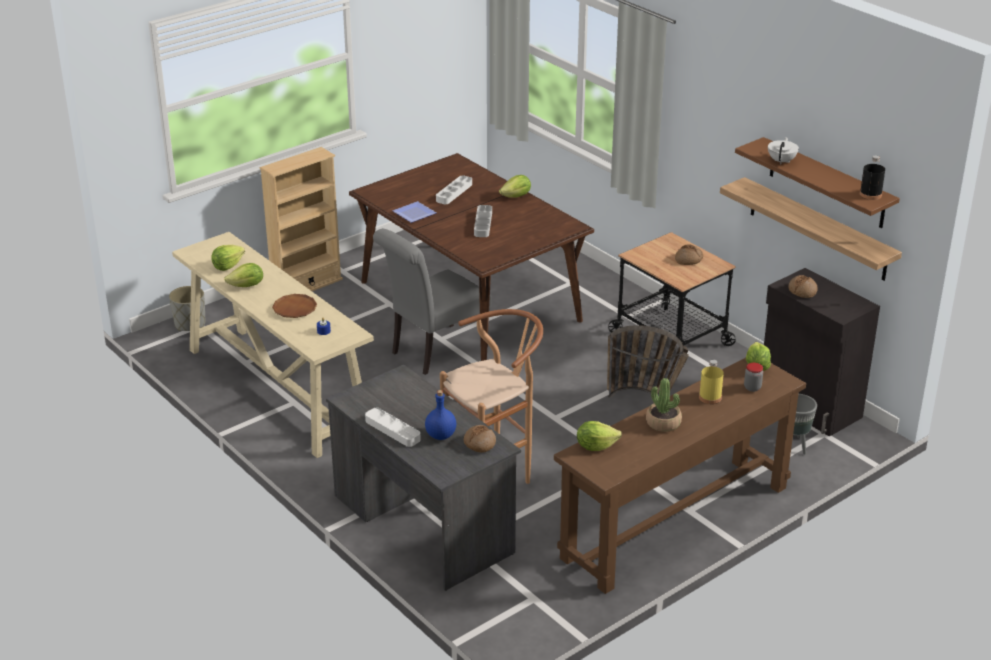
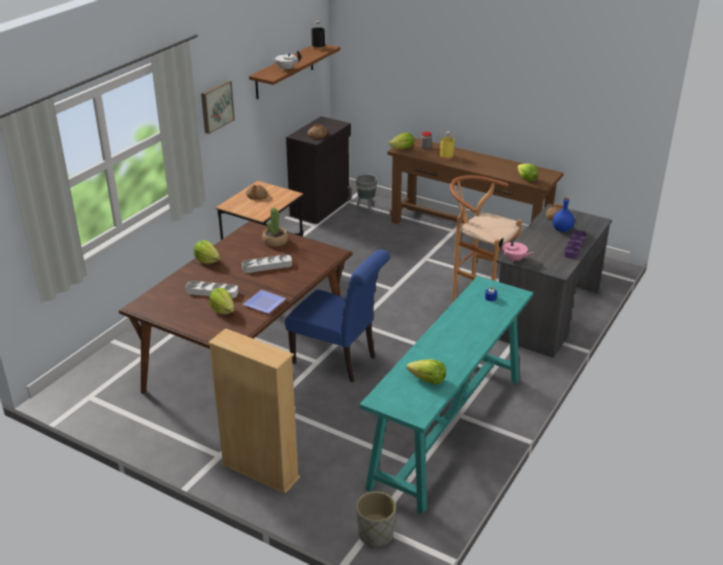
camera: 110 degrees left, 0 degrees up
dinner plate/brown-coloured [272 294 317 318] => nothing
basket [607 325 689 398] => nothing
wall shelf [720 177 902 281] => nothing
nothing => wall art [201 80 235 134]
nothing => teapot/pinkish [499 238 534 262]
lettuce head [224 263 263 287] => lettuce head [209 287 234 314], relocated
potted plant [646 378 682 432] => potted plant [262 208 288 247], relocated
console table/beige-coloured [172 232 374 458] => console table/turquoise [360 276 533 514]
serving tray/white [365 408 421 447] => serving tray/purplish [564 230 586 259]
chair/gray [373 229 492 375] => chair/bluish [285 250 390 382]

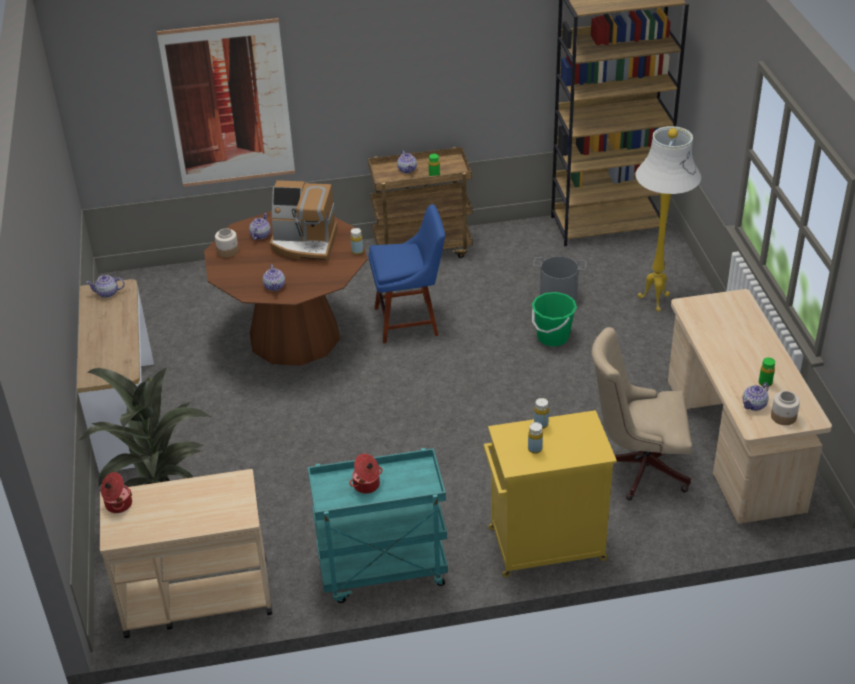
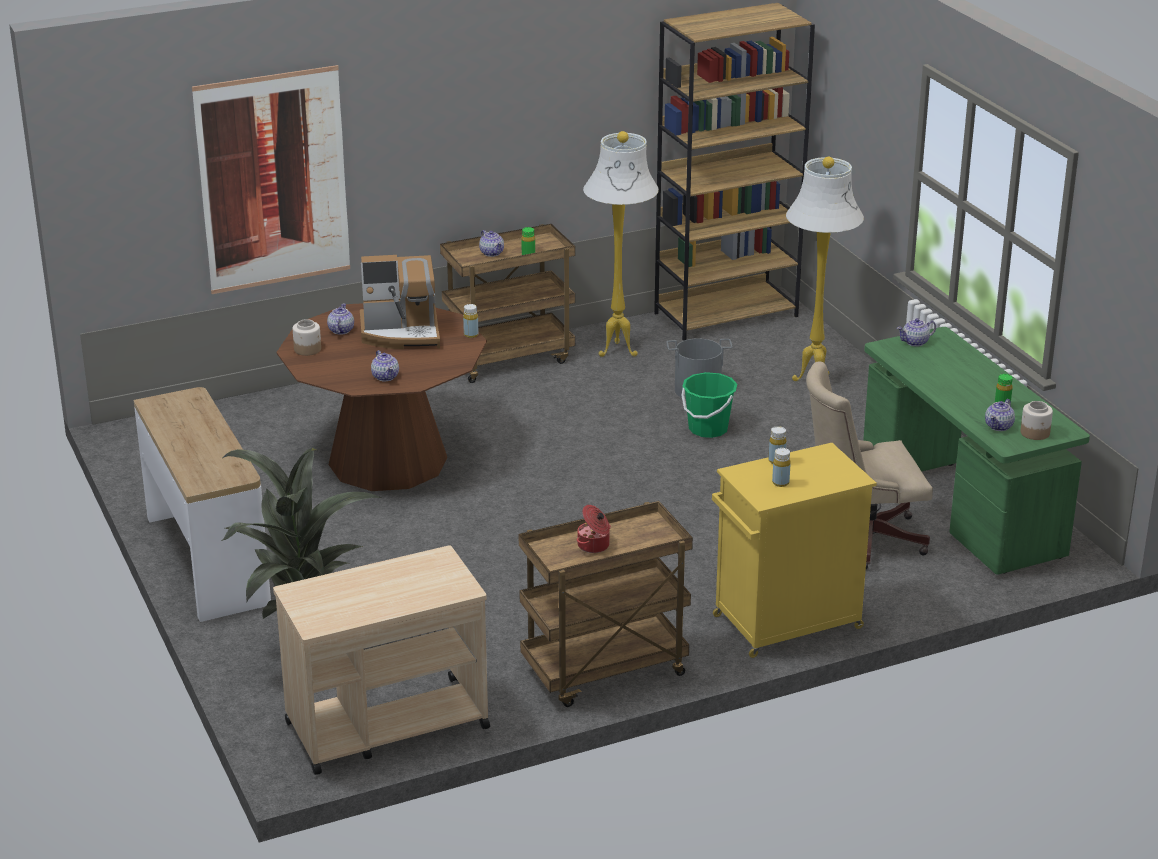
camera: 15 degrees left, 10 degrees down
stockpot [101 472 132 513] => nothing
chair/bluish [368 204 445 343] => nothing
nothing => standard lamp/white [583 131 659 357]
teapot [86 275 125 298] => teapot [897 318 936 347], relocated
wheeled cart/turquoise [308 448 448 603] => wheeled cart/brown-coloured [519 501 693 707]
desk table/beige-coloured [668 289 832 524] => desk table/green [863 327 1090 575]

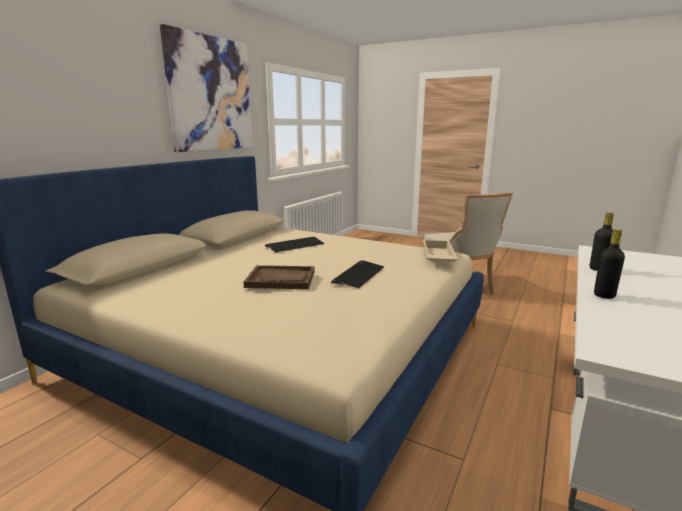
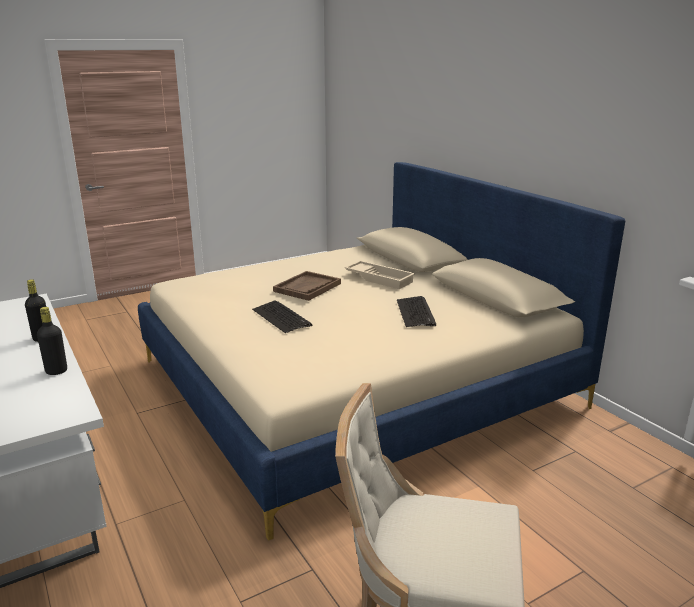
camera: 120 degrees right, 5 degrees up
wall art [160 24 253 152] => nothing
serving tray/beige-coloured [423 240 458 262] => serving tray/beige-coloured [344 260 415 289], relocated

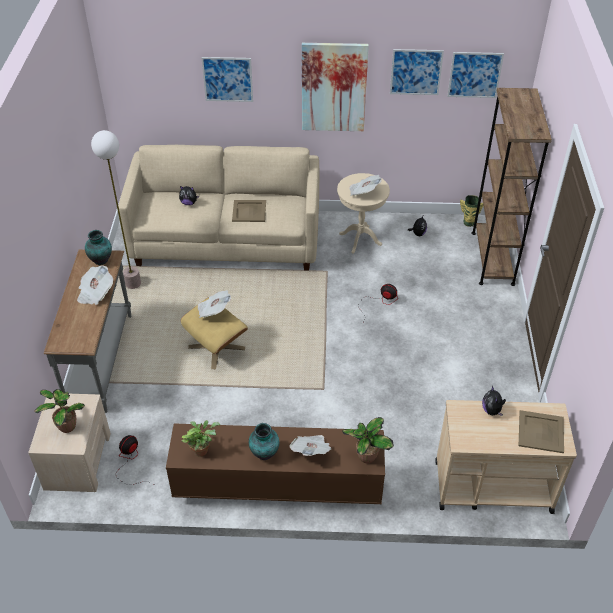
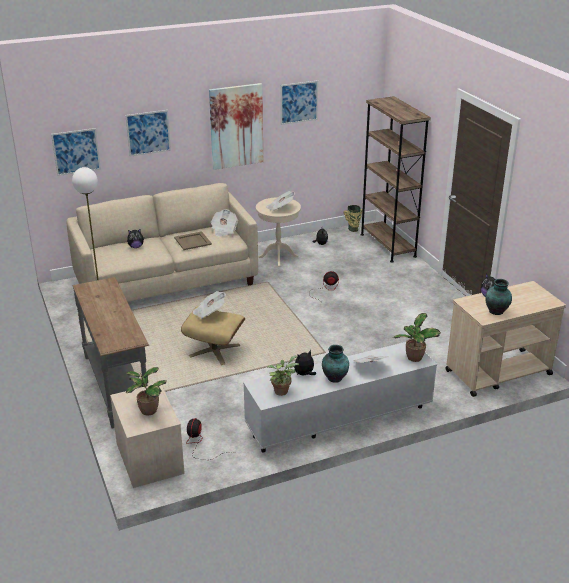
camera: 25 degrees left, 15 degrees down
serving tray/beige-coloured [519 410 564 453] => nothing
nothing => soft toy [294 350 316 375]
printed paper [77 265 113 305] => printed paper [211 209 238 237], relocated
decorative vase [85 230 112 265] => decorative vase [485 279 512 315], relocated
wall art [447 52 504 98] => wall art [51 128 101 176], relocated
tv unit/brown-coloured [166 423 385 504] => tv unit/white [243 342 437 453]

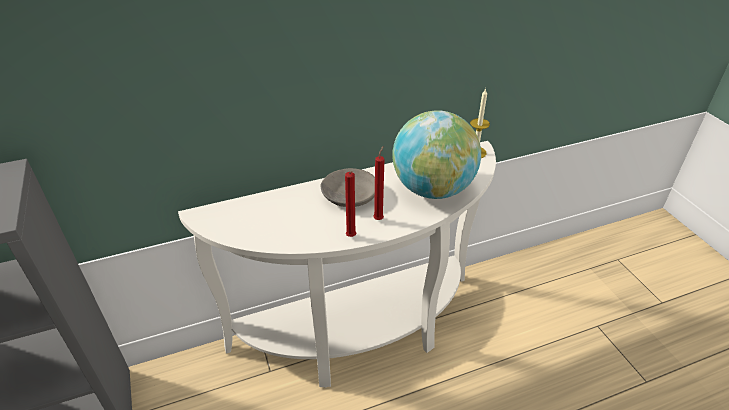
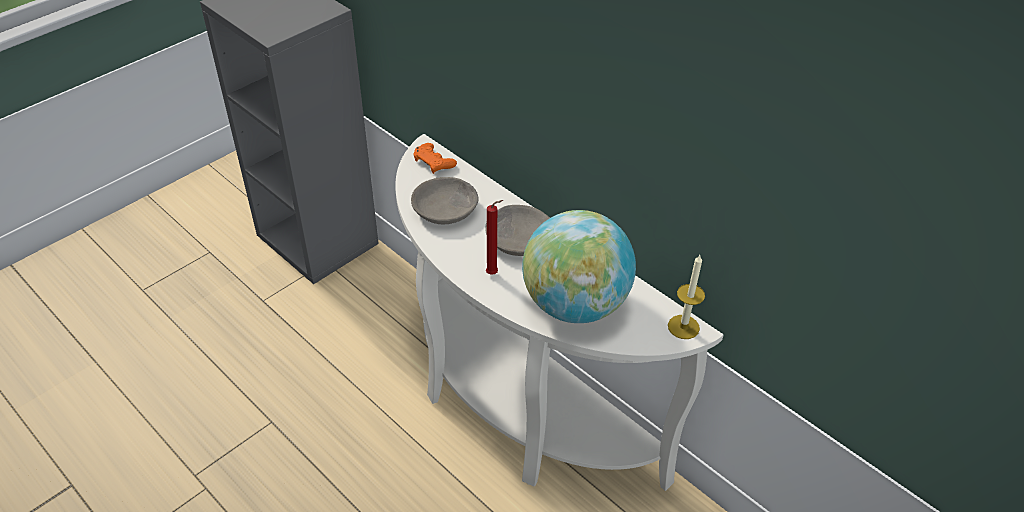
camera: 65 degrees right, 5 degrees up
candle/red [345 171 356 237] => nothing
nothing => serving bowl/gray [411 177 479 224]
nothing => joypad/orangey [413 143 457 174]

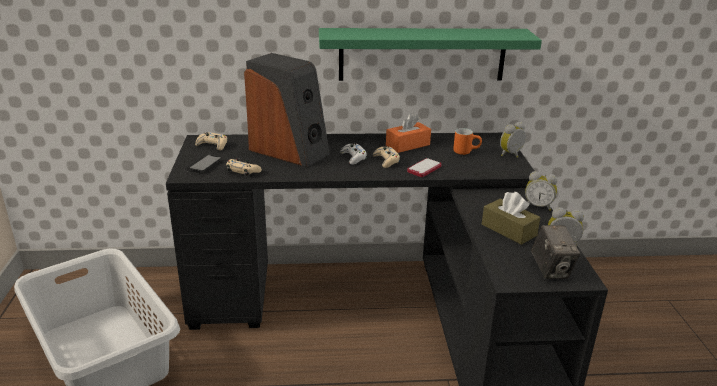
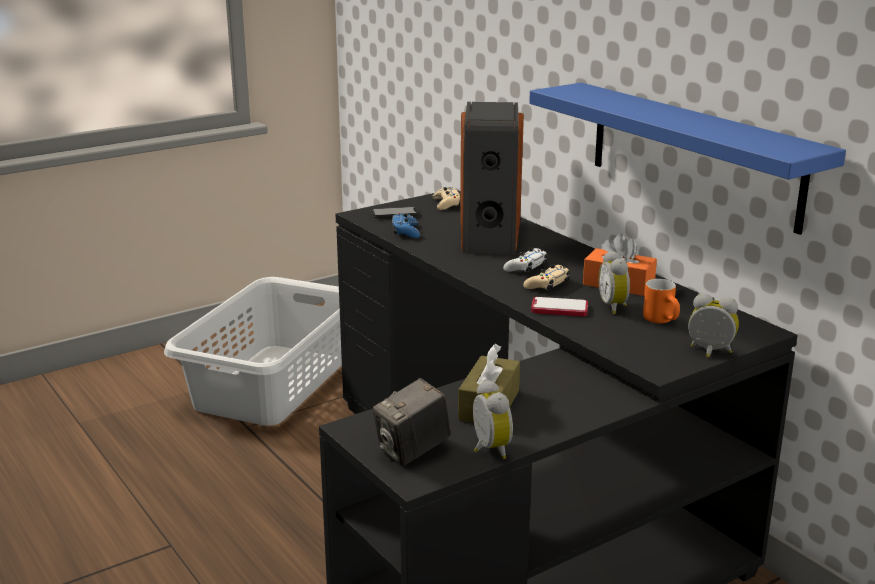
camera: 60 degrees right, 5 degrees down
alarm clock [525 171 557 211] => alarm clock [599 250 630 314], relocated
joypad/beige-coloured [226 158 262 176] => joypad/bluish [392 213 420 238]
wall shelf/green [319 28 542 81] => wall shelf/bluish [529 83 846 235]

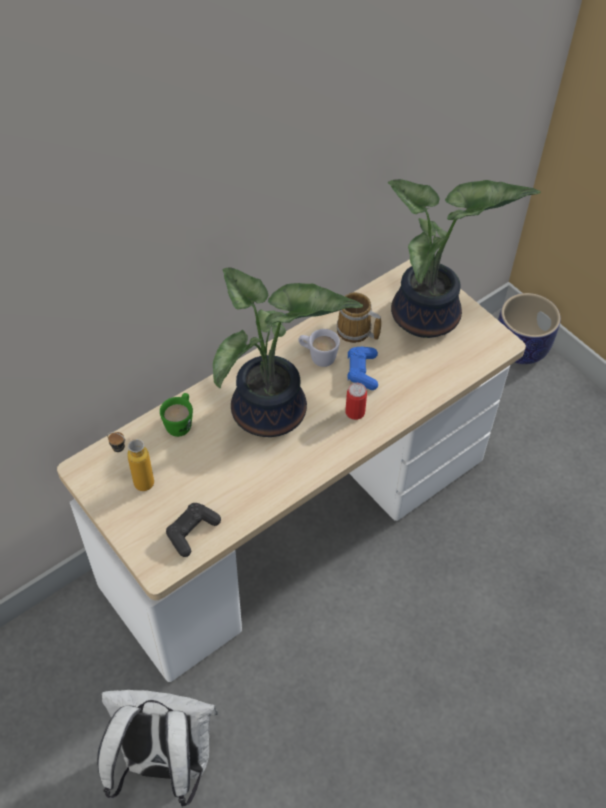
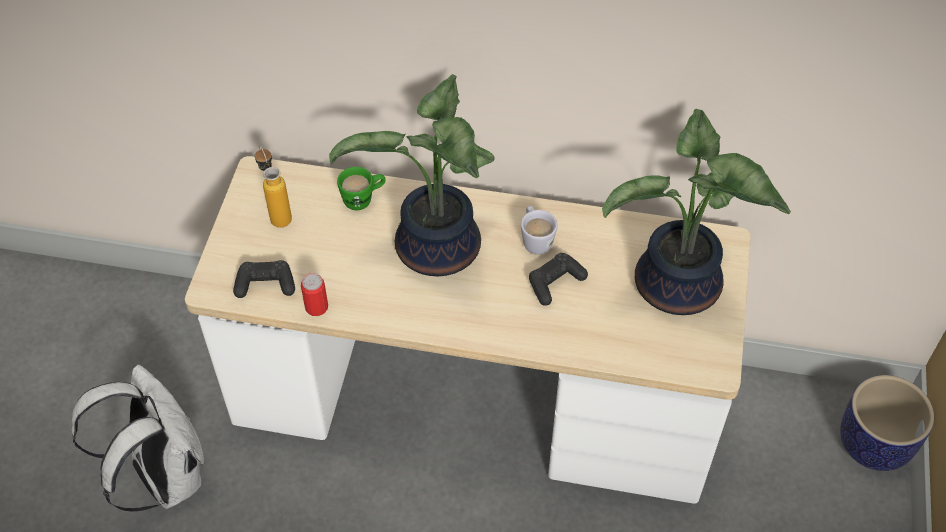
camera: 50 degrees right, 0 degrees up
coffee mug [337 292 381 343] => nothing
sealed can [345 383 367 420] => sealed can [301 273 328 316], relocated
joypad/bluish [348 347 378 390] => joypad/black [529 253 588 306]

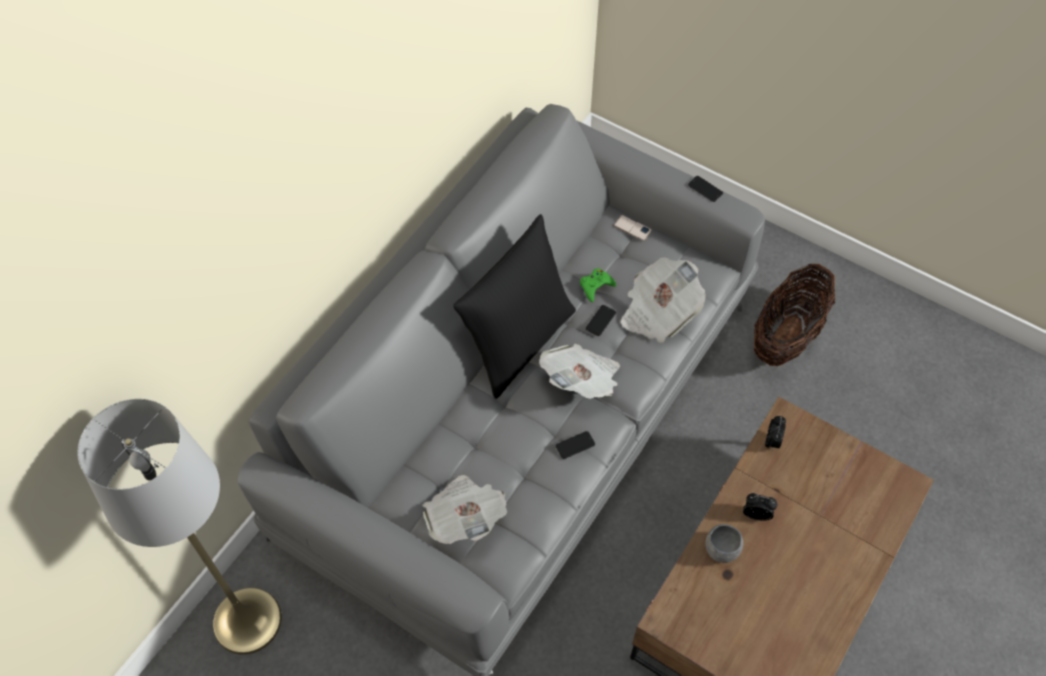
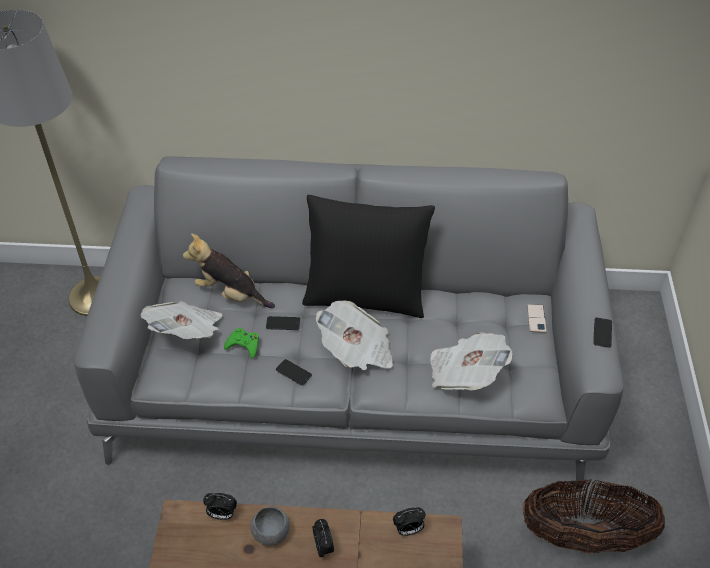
camera: 60 degrees right, 10 degrees down
nothing => soft toy [183 234 275 308]
nothing => alarm clock [203 493 237 520]
joypad/green [580 268 616 302] => joypad/green [224 328 259 358], relocated
handset [586 305 616 336] => handset [266 316 300 330], relocated

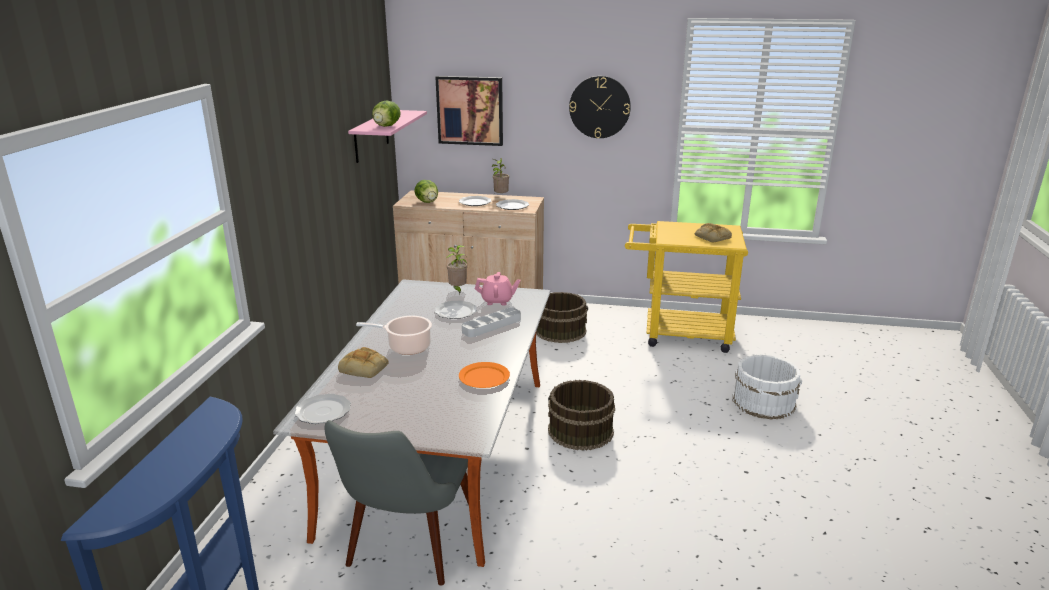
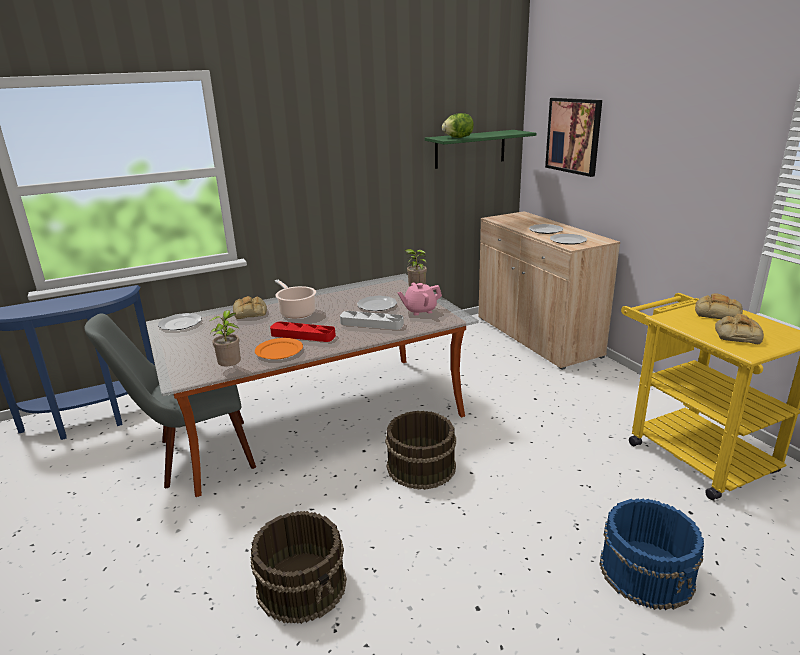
camera: 55 degrees right, 0 degrees up
lettuce head [414 180 438 203] => nothing
hanging clock [569 76 631 138] => nothing
nothing => serving tray/red [270 322 336 342]
nothing => baked bread [695 293 743 319]
potted plant [492 158 509 195] => potted plant [210 310 241 366], relocated
bucket/brown-coloured [536 292 588 343] => bucket/brown-coloured [250 511 347 624], relocated
wall shelf/pinkish [348 110 427 163] => wall shelf/green [425 130 536 169]
bucket/white [732 355 802 420] => bucket/bluish [599 498 704 610]
teapot/pinkish [475 272 520 306] => teapot/pinkish [398 282 442 316], 105 degrees clockwise

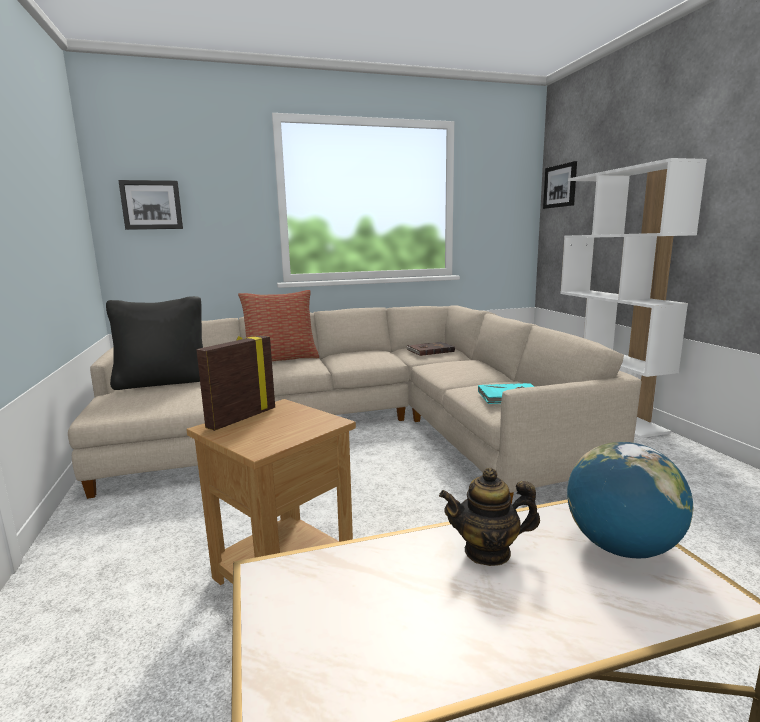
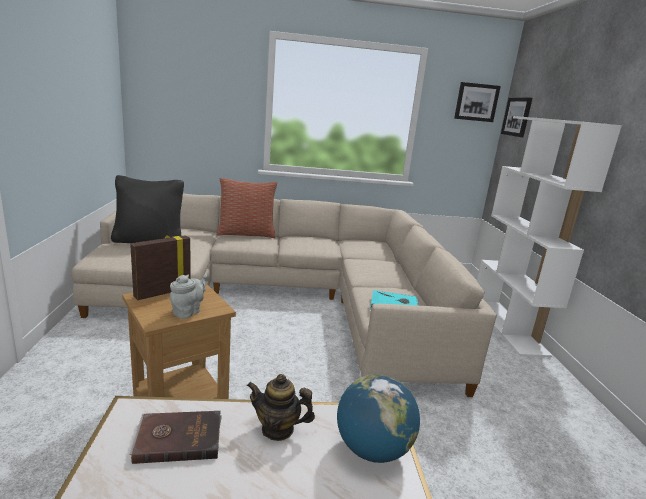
camera: 10 degrees right, 5 degrees up
nothing => teapot/gray [170 274 207 319]
wall art [118 180 183 230] => wall art [454 82 501 122], relocated
book/brown-coloured [406 342 455 356] => book/brown-coloured [130 411 222 464], relocated

